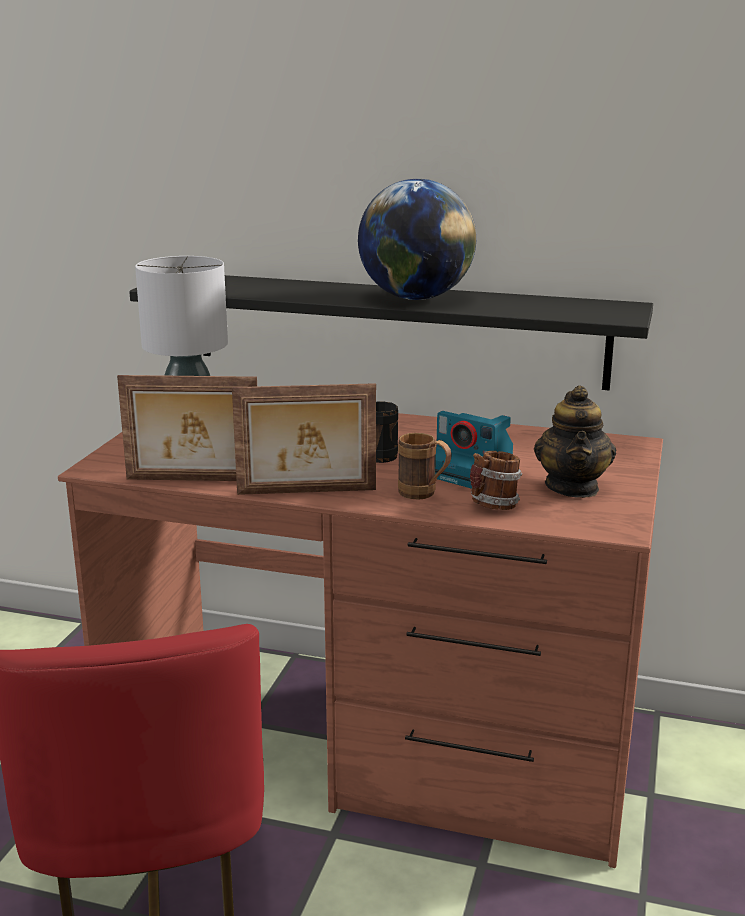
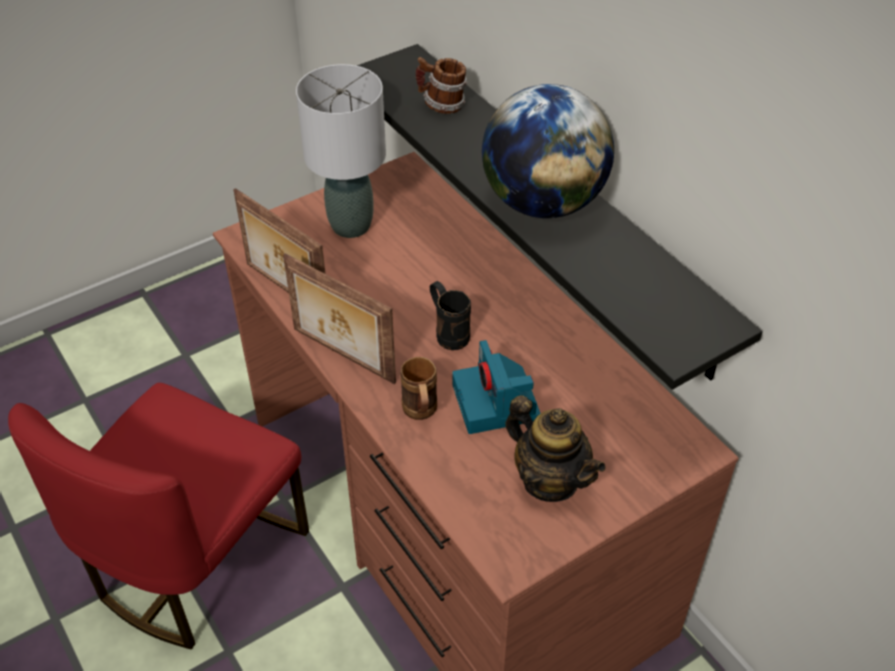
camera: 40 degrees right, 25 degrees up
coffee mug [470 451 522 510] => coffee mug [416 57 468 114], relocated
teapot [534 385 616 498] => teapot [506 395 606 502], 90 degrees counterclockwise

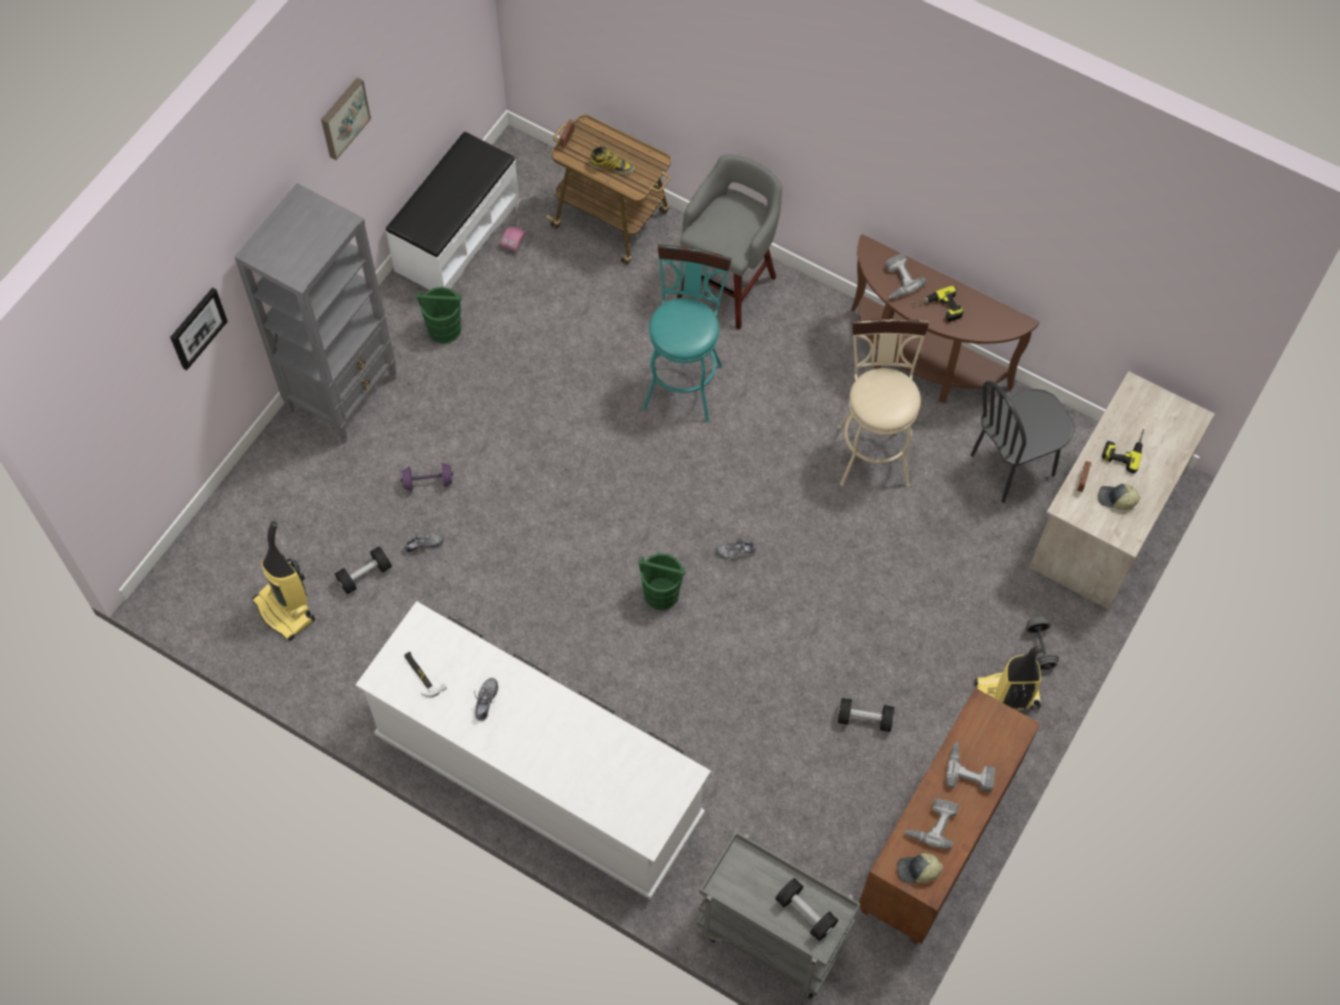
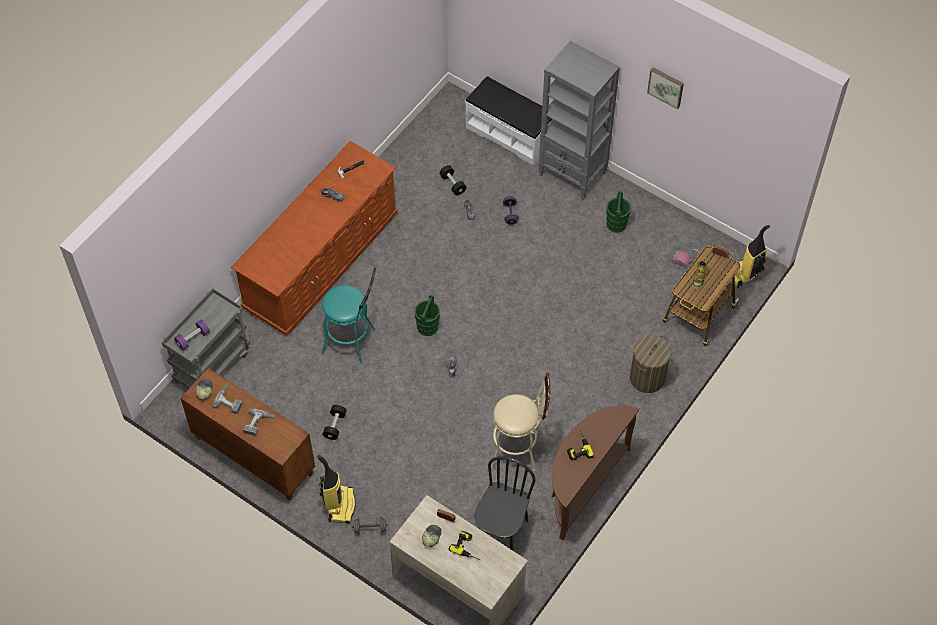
camera: 95 degrees right, 5 degrees down
wall art [170 287 228 370] => nothing
power drill [885 253 926 299] => nothing
hoover [252 521 315 641] => hoover [727 225 770 288], relocated
long seat/white [386 132 519 290] => long seat/white [465 76 553 166], relocated
sitting stool/turquoise [643 244 732 422] => sitting stool/turquoise [322 267 376 364], relocated
sitting stool/gray [677 155 782 330] => washing basket [630 336 671 393]
dresser/white [356 601 711 900] => dresser/brown-coloured [231 141 398 336]
hand weight/black [775 878 838 941] => hand weight/purplish [174 319 210 350]
chair/black [971 381 1074 503] => chair/black [475 456 535 551], 45 degrees clockwise

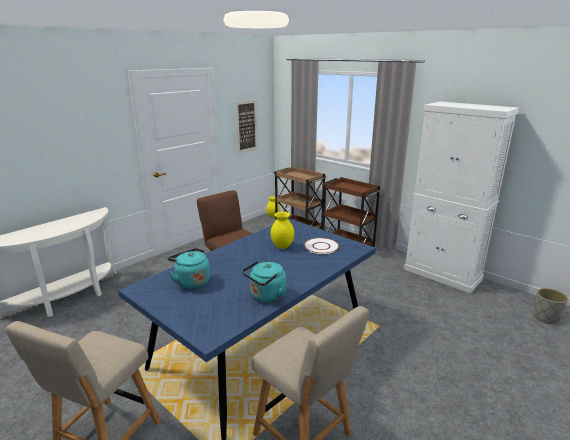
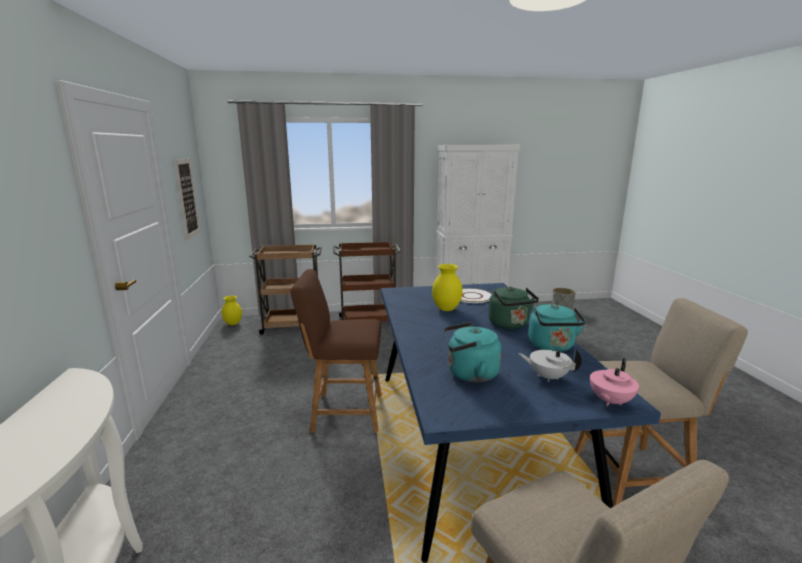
camera: 50 degrees left, 5 degrees down
nothing => tea kettle/green [488 287 539 329]
nothing => teapot/white [518 349 582 382]
nothing => teapot/pinkish [590 358 639 406]

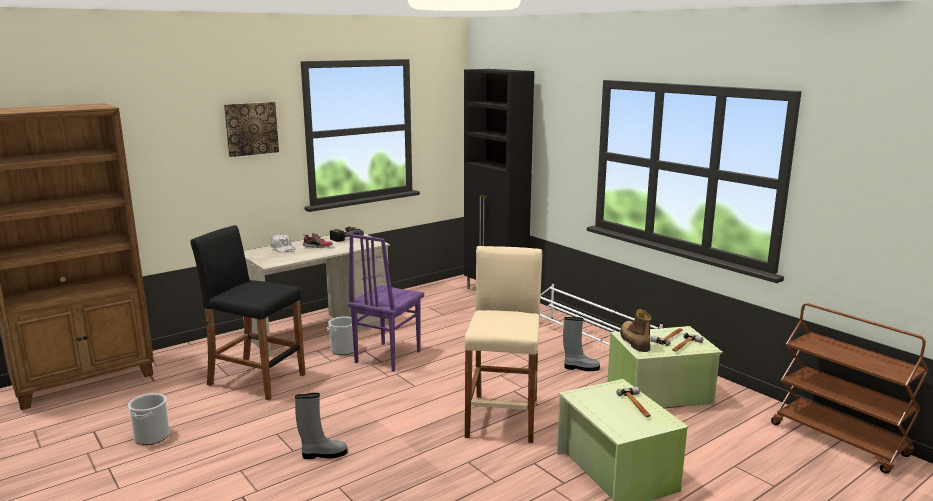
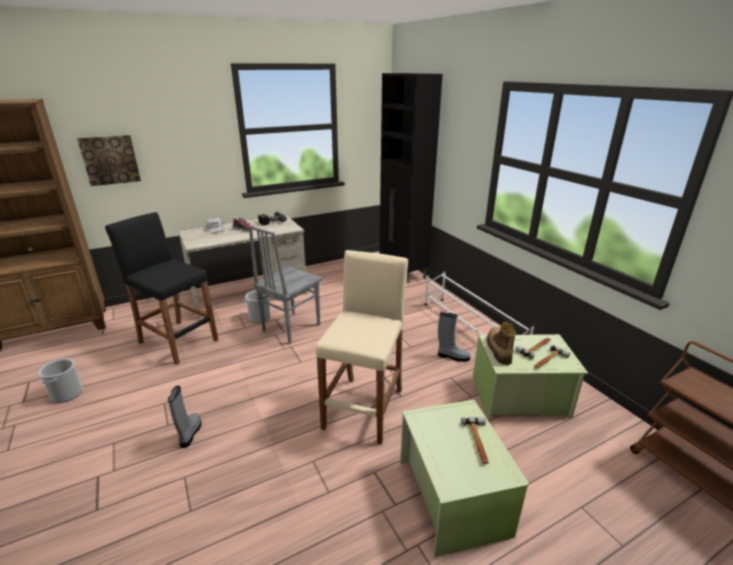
camera: 10 degrees right, 10 degrees up
wall art [224 102 279 157] => wall art [77 135 141 186], relocated
chair/purplish [348 234 424 372] => chair/gray [249 226 322 344]
boot/gray [295 393 348 459] => boot/gray [168 386 201 448], 90 degrees counterclockwise

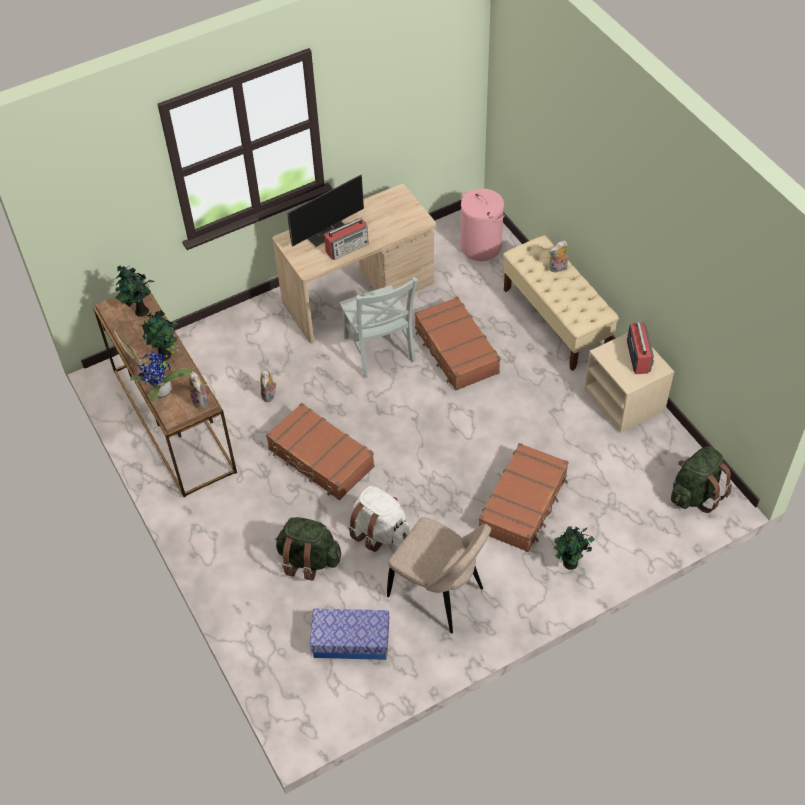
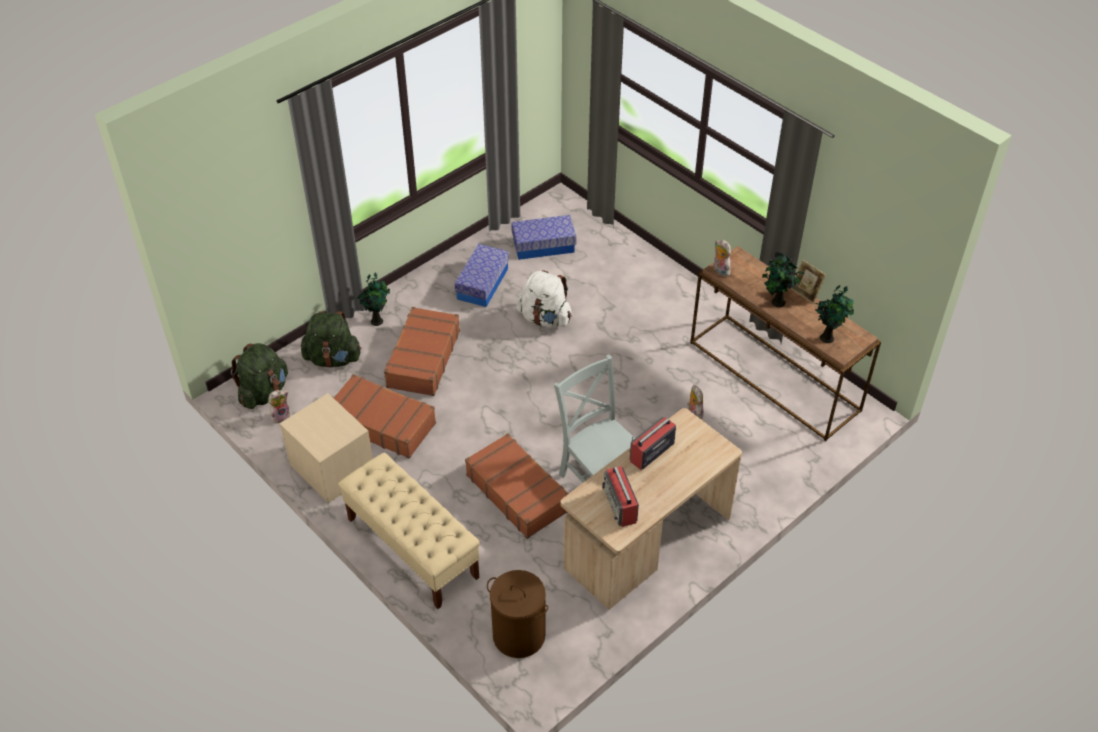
camera: 165 degrees right, 5 degrees down
potted plant [130 345 192 402] => nothing
computer screen [287 175 364 247] => nothing
piece of luggage/brown-coloured [266 403 374 500] => piece of luggage/brown-coloured [334 374 436 459], relocated
knapsack/green [275 517 341 580] => knapsack/green [301 311 362 368], relocated
soft toy [549 240 568 273] => soft toy [268 390 290 423], relocated
radio receiver [627 320 654 374] => radio receiver [602 466 639 527], relocated
chair/beige-coloured [387 517 491 633] => storage bin [454 244 509 307]
washing basket/pinkish [461 188 505 261] => washing basket/brown-coloured [487 570 548 658]

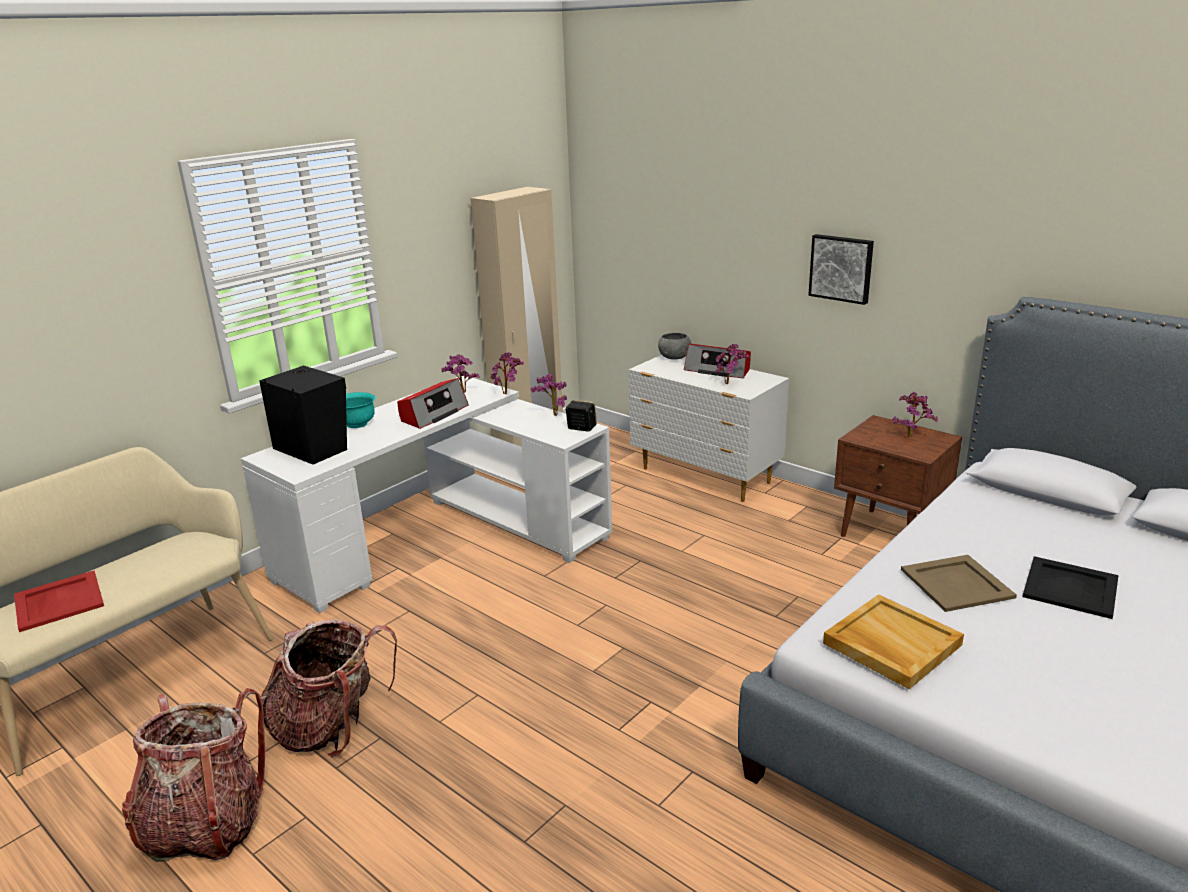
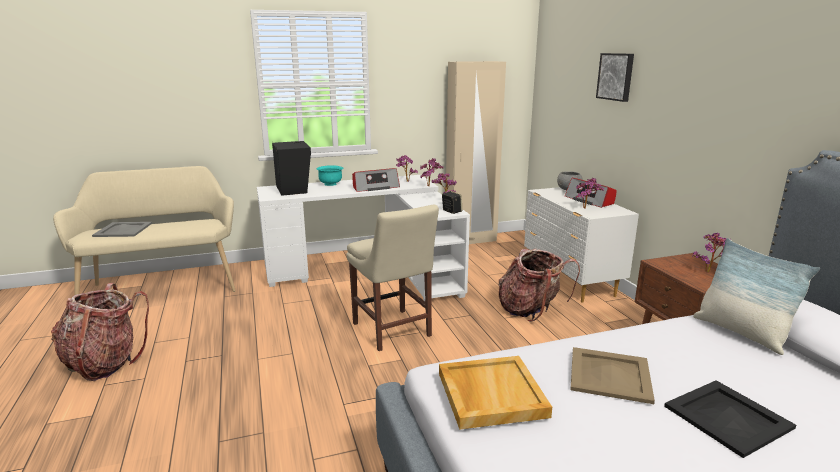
camera: 30 degrees right, 5 degrees down
nothing => chair/beige-coloured [346 205 439 351]
nothing => throw pillow [693 238 820 355]
knapsack [257 620 397 757] => knapsack [498 249 580 322], relocated
wall art [808 234 874 305] => wall art [596 53 634 102], relocated
serving tray/red [14 571 104 632] => serving tray/gray [92 222 152 237]

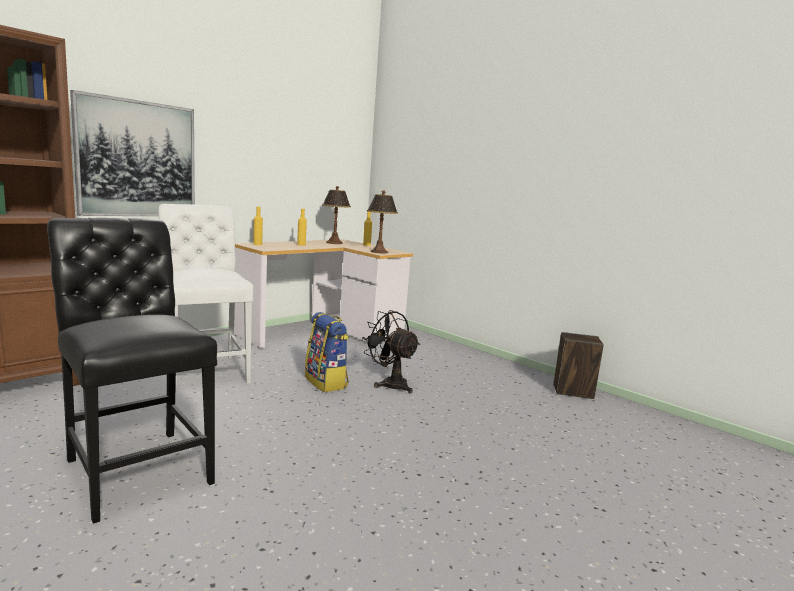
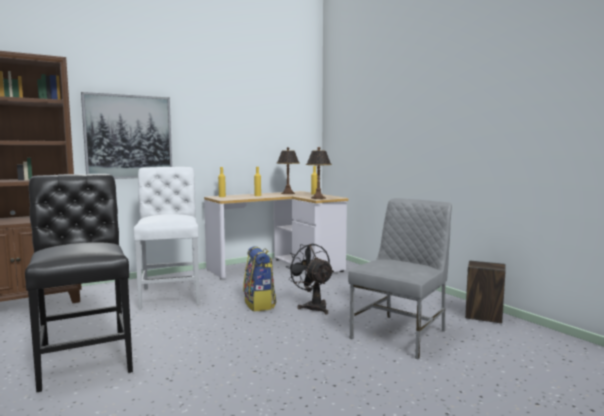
camera: 15 degrees right, 5 degrees down
nothing => chair/gray [348 198 452 359]

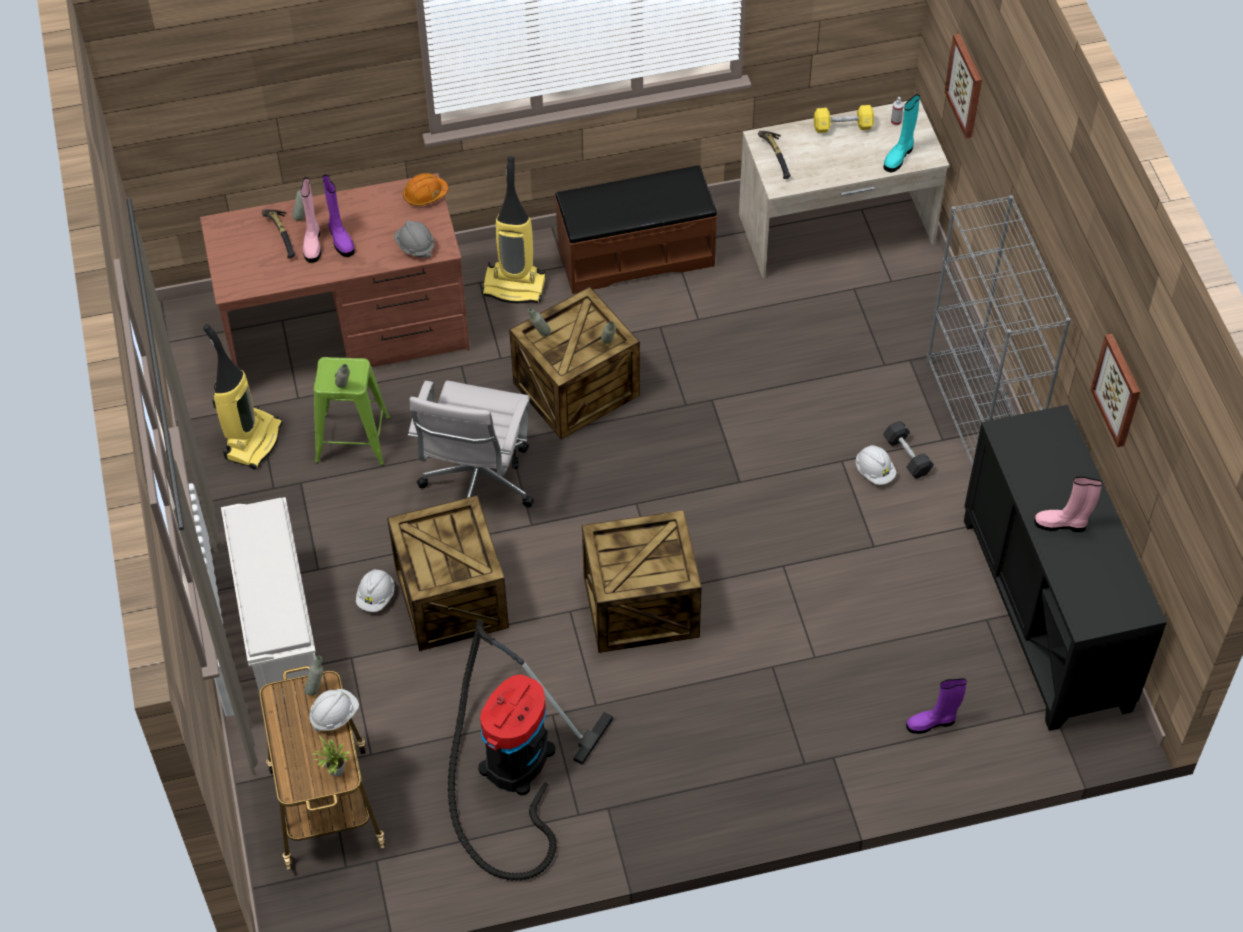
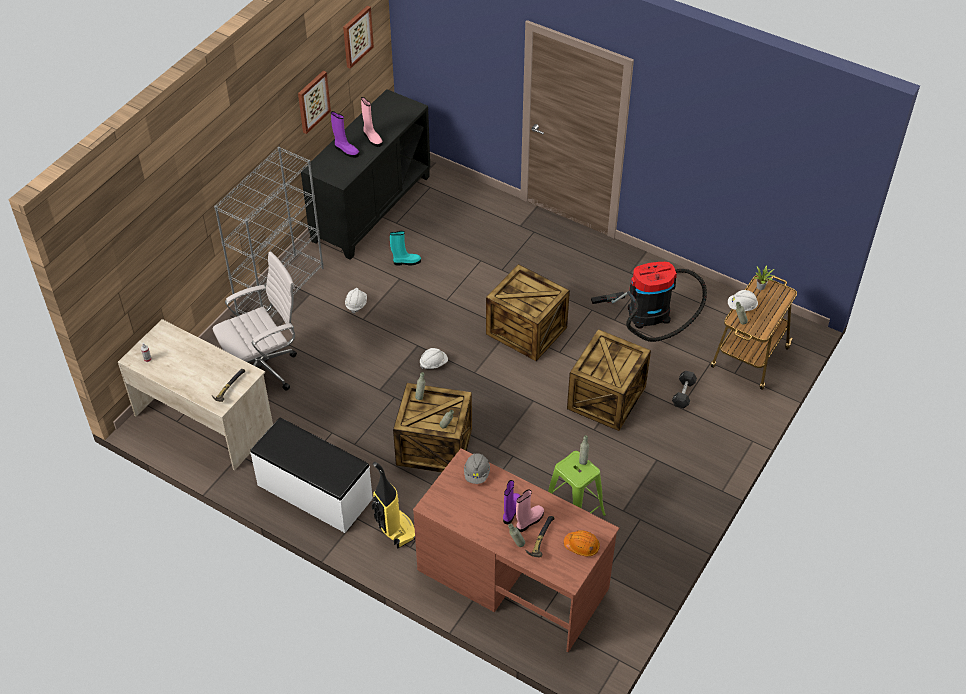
camera: 135 degrees left, 5 degrees down
hoover [203 324 283 470] => nothing
shoe shelf/white [221 497 319 702] => nothing
hand weight/yellow [814 105 874 133] => nothing
work helmet/white [356 569 395 612] => work helmet/white [420 348 448 369], relocated
work helmet/orangey [403 173 448 206] => work helmet/orangey [564 530 600 556], relocated
computer chair/white [408 381 534 507] => computer chair/white [213 251 297 391], relocated
hand weight/black [883 421 934 479] => hand weight/black [672 371 697 408], relocated
boot/turquoise [884 94 920 173] => boot/turquoise [390 231 421 266], relocated
boot/purplish [906 678 967 734] => boot/purplish [331 111 359 158], relocated
wall art [945 33 982 138] => wall art [343 6 374 69], relocated
long seat/brown-coloured [555 165 717 294] => long seat/white [250 418 373 533]

